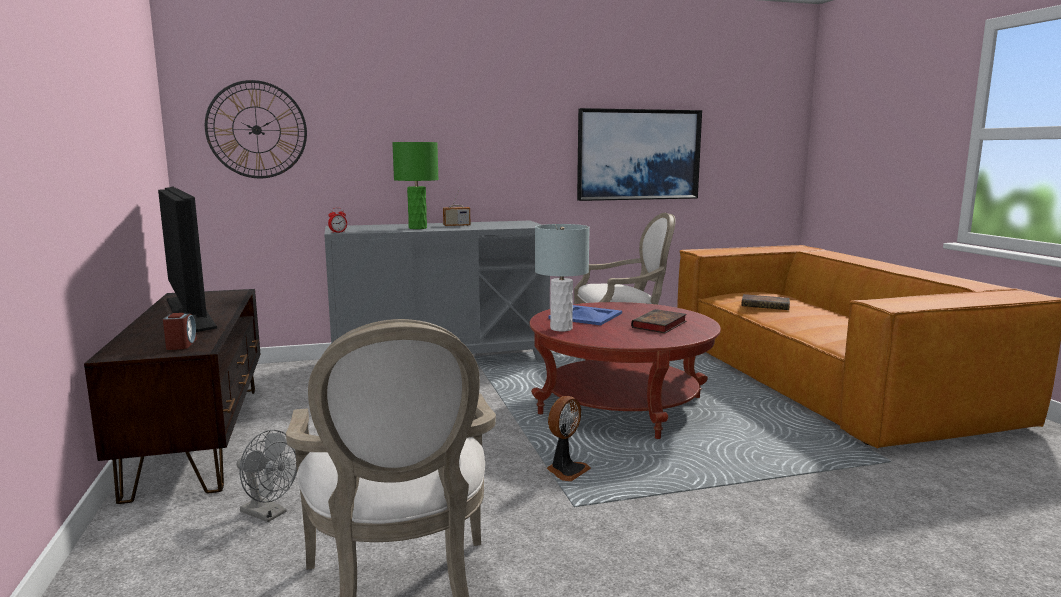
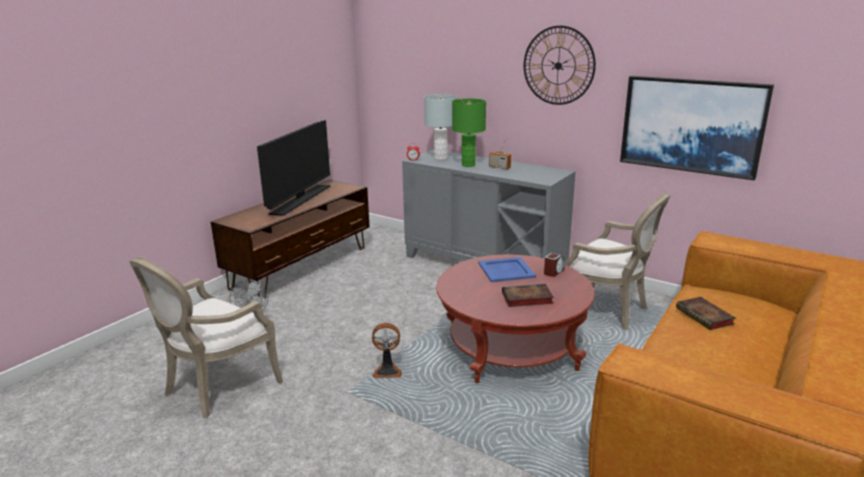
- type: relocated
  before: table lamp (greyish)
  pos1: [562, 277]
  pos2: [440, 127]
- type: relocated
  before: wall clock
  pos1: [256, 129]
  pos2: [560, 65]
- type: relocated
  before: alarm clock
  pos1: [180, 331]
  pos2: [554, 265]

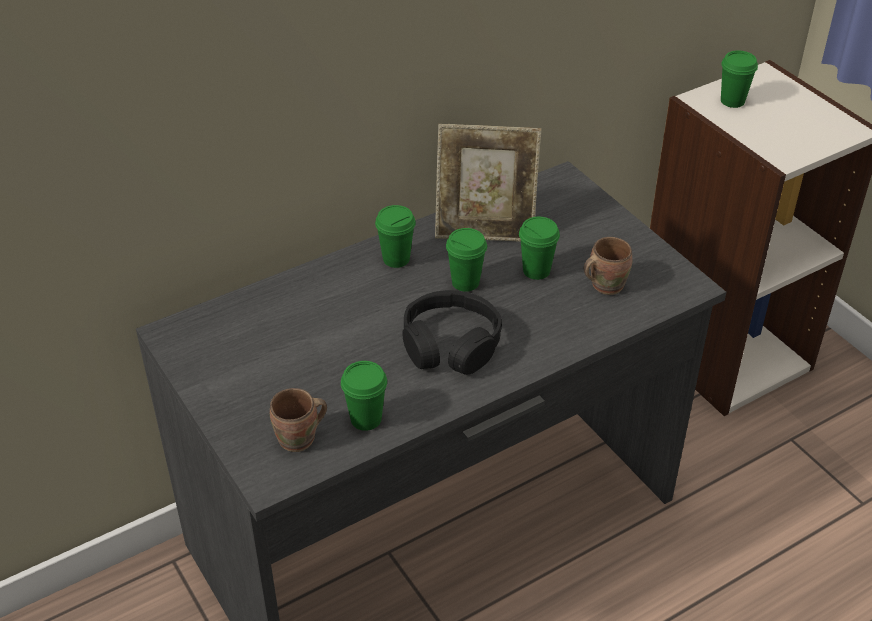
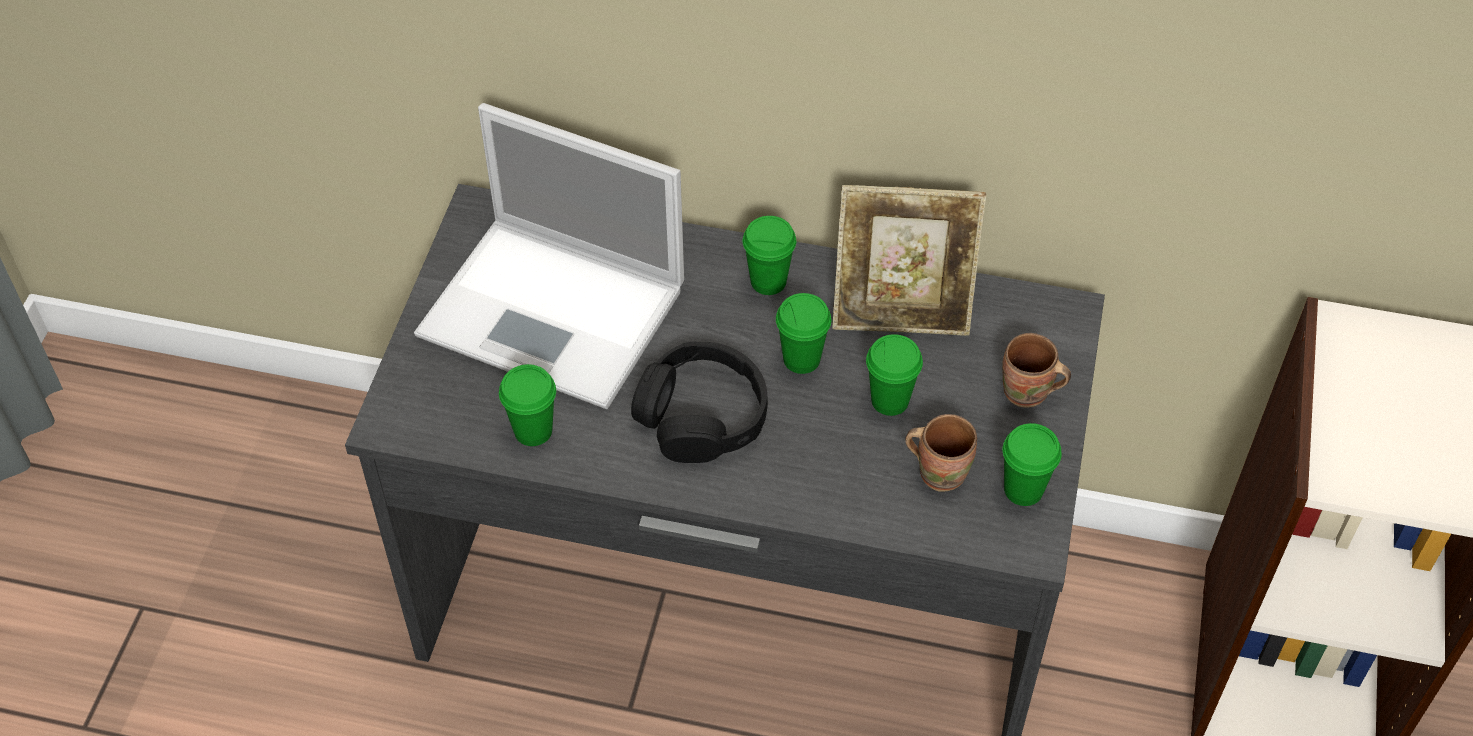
- type: appeared
  after: laptop
  pos2: [549, 256]
- type: spun
  before: standing frame
  pos1: [488, 183]
  pos2: [909, 260]
  turn: -45
- type: relocated
  before: coffee mug (brown-coloured)
  pos1: [298, 420]
  pos2: [1036, 370]
- type: relocated
  before: small cup (greenish)
  pos1: [739, 79]
  pos2: [1032, 464]

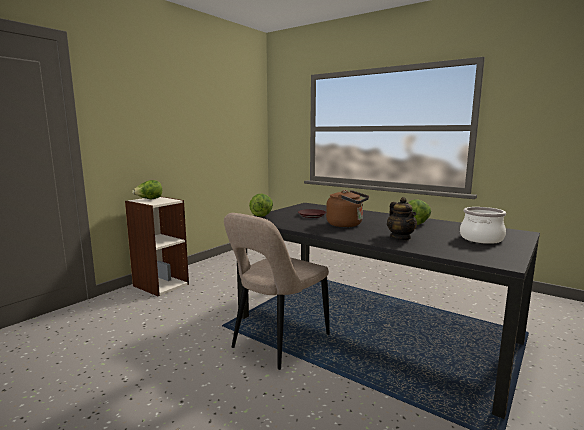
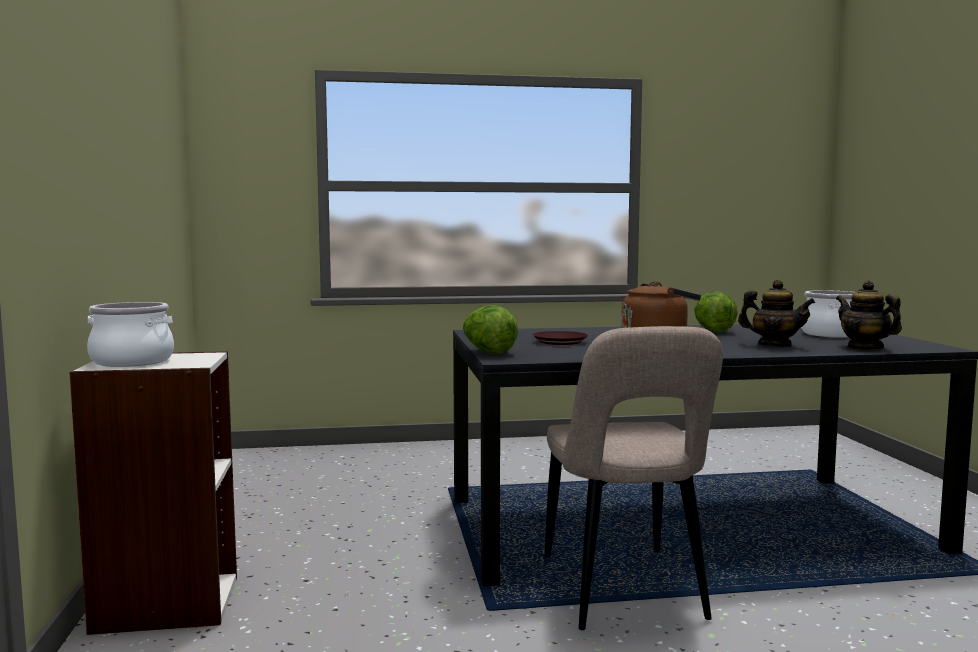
- type: exchanged
  before: head of lettuce
  after: saucepot
  pos1: [147, 189]
  pos2: [130, 334]
- type: appeared
  after: pot for tea
  pos2: [869, 315]

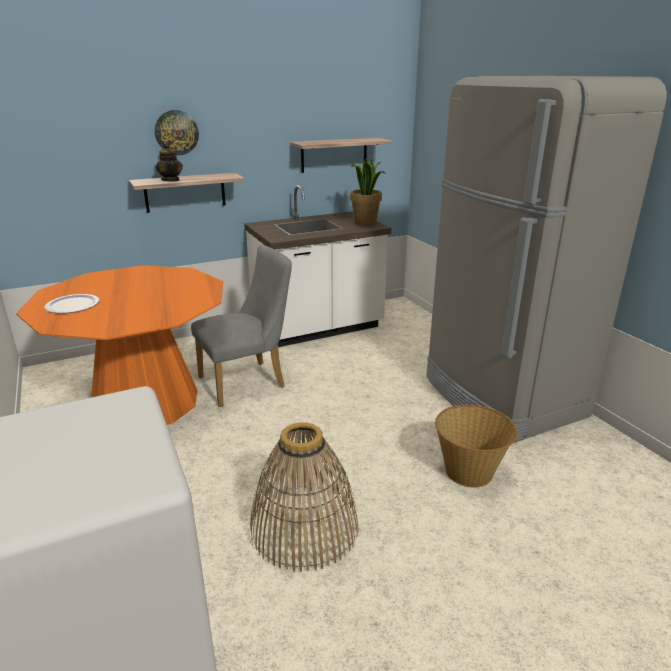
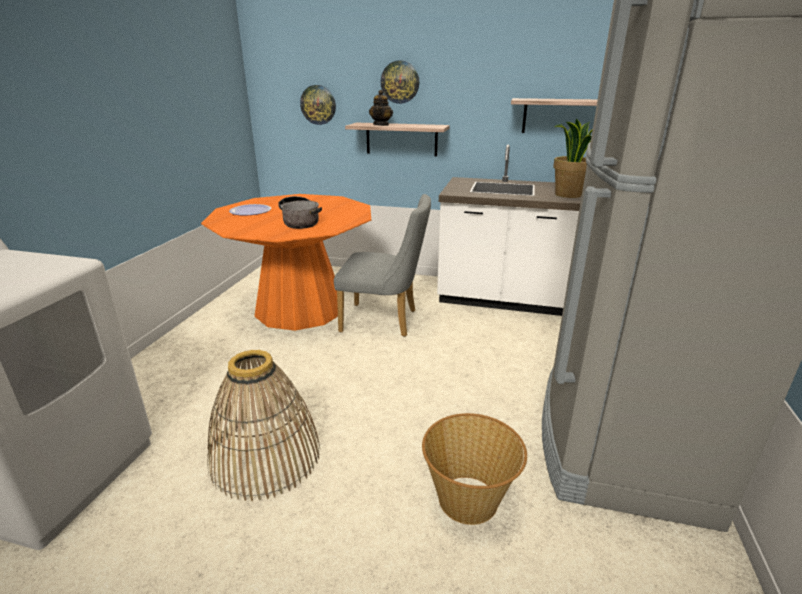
- type: appeared
  after: saucepot
  pos2: [300, 212]
- type: appeared
  after: wall clock
  pos2: [318, 105]

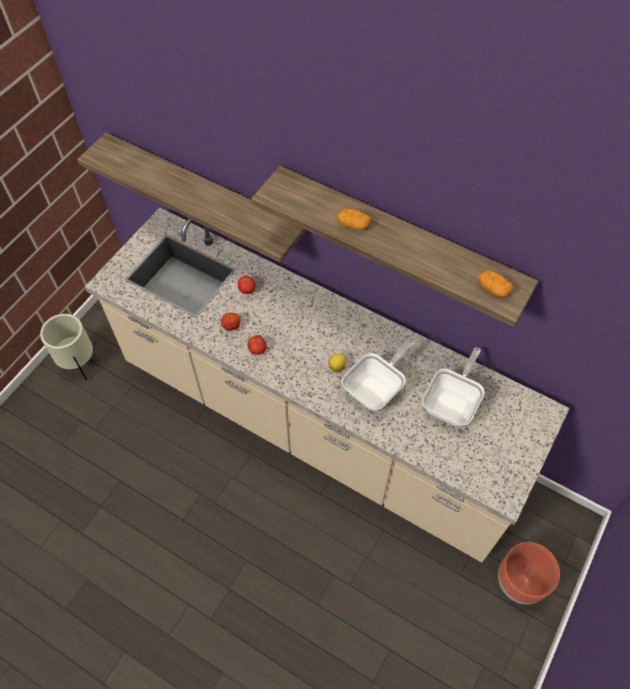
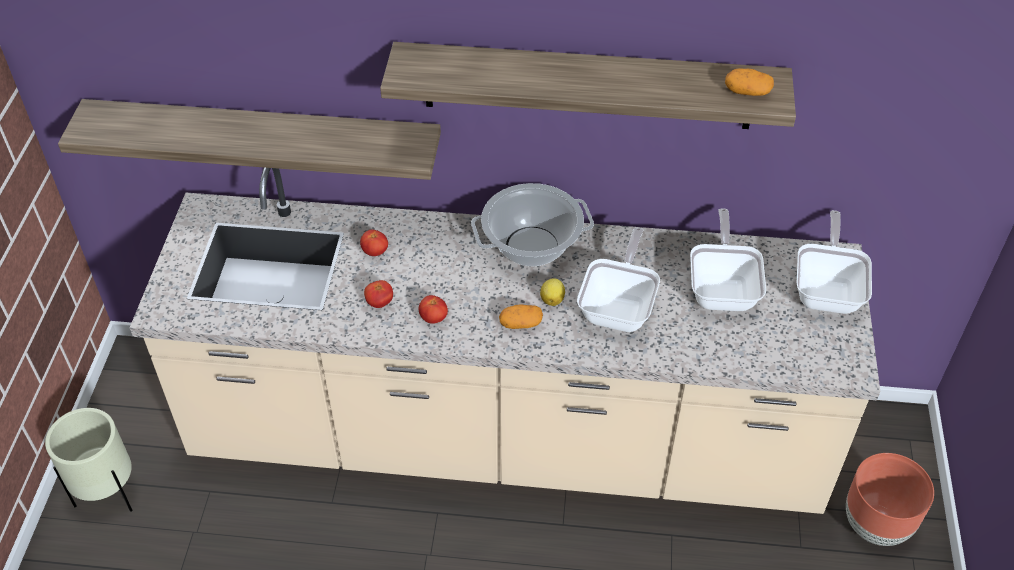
- type: appeared
  after: saucepot
  pos2: [532, 224]
- type: relocated
  before: spud
  pos1: [354, 219]
  pos2: [521, 316]
- type: appeared
  after: frying pan
  pos2: [834, 262]

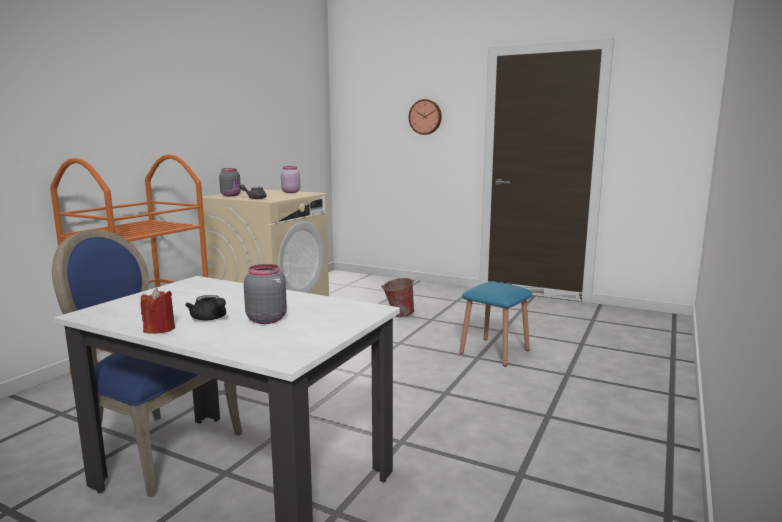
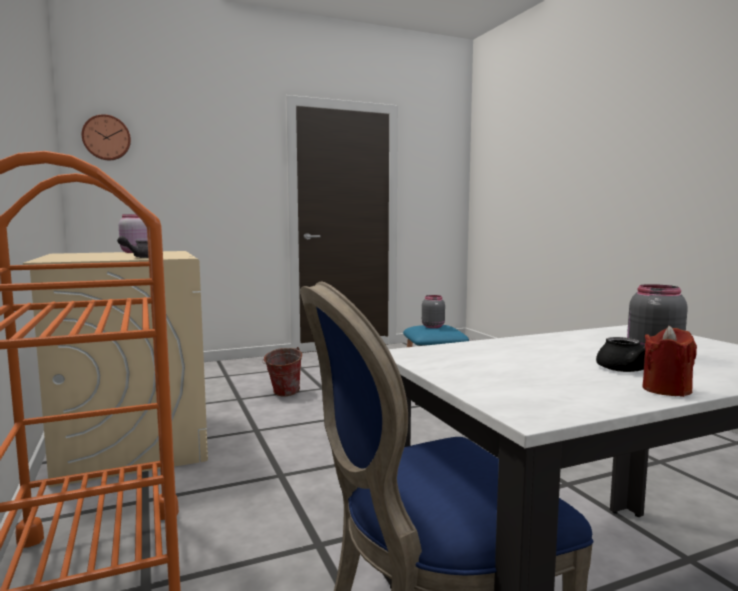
- type: relocated
  before: wall clock
  pos1: [425, 117]
  pos2: [106, 137]
- type: relocated
  before: preserve jar (greyish)
  pos1: [230, 182]
  pos2: [433, 311]

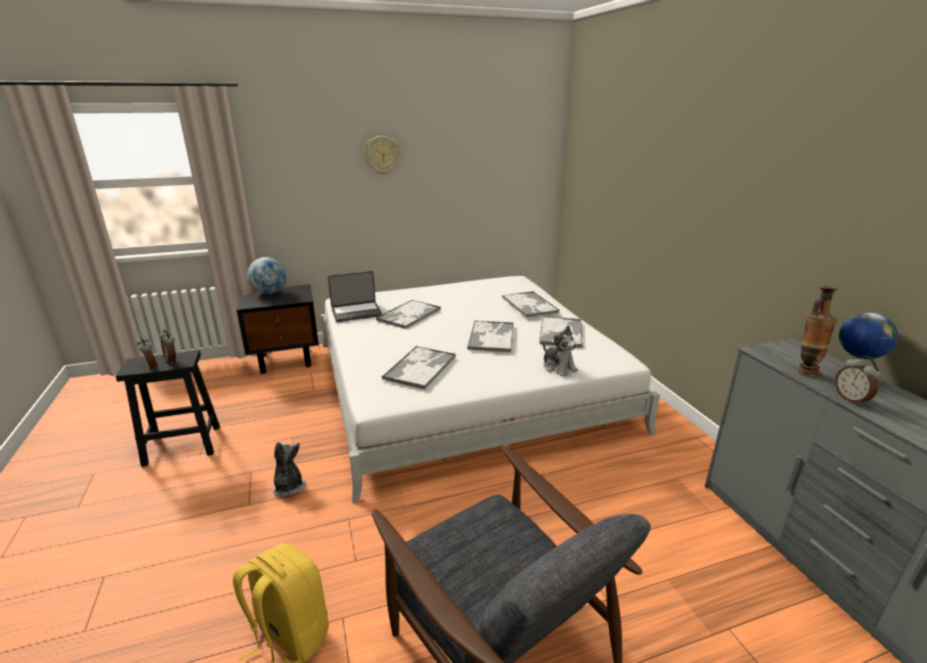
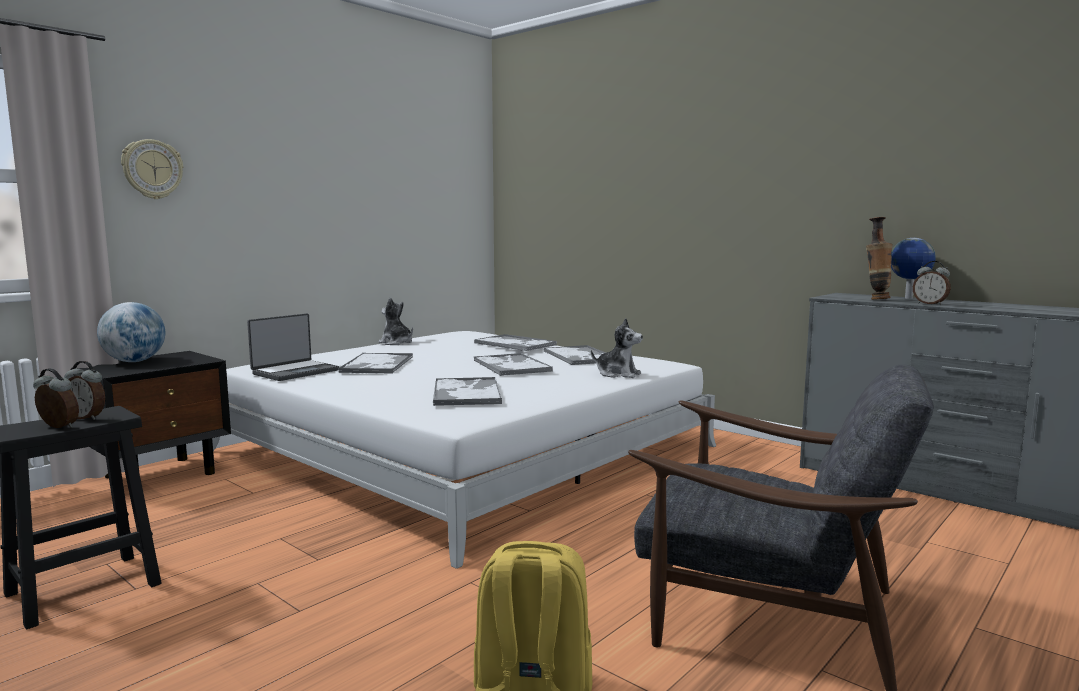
- type: relocated
  before: wall clock
  pos1: [382, 155]
  pos2: [152, 169]
- type: relocated
  before: plush toy
  pos1: [289, 469]
  pos2: [395, 321]

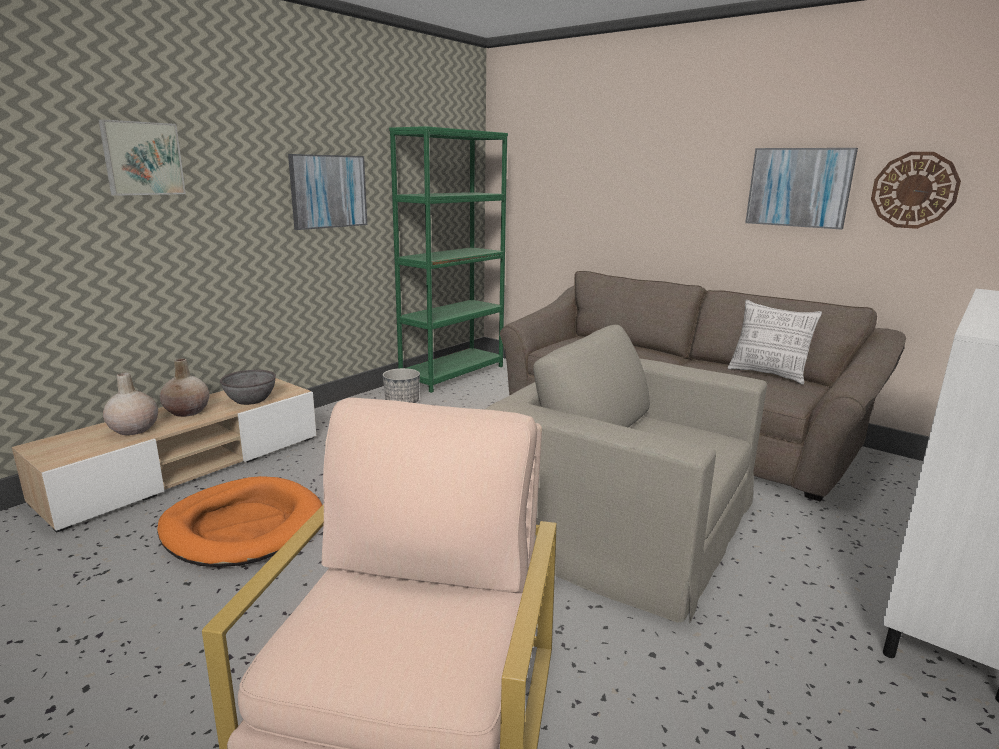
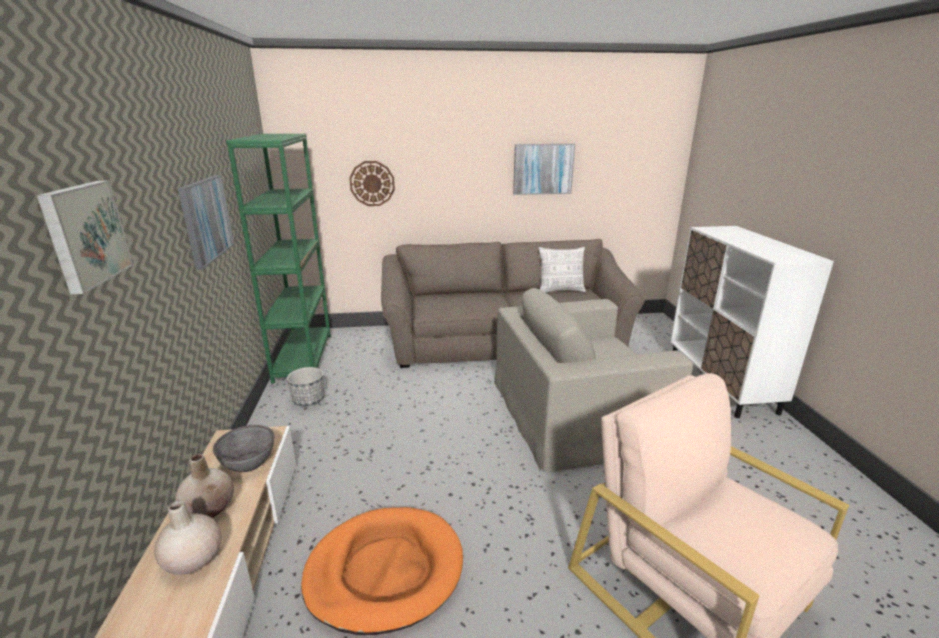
- type: relocated
  before: wall clock
  pos1: [916, 190]
  pos2: [372, 183]

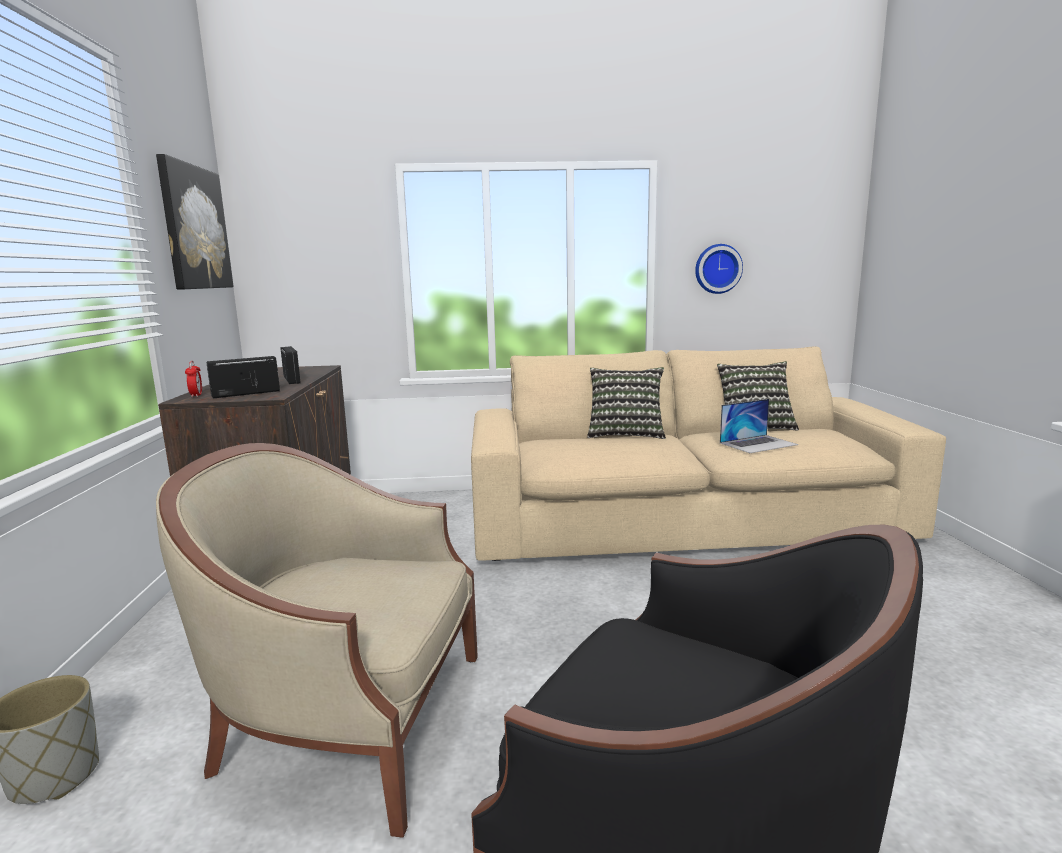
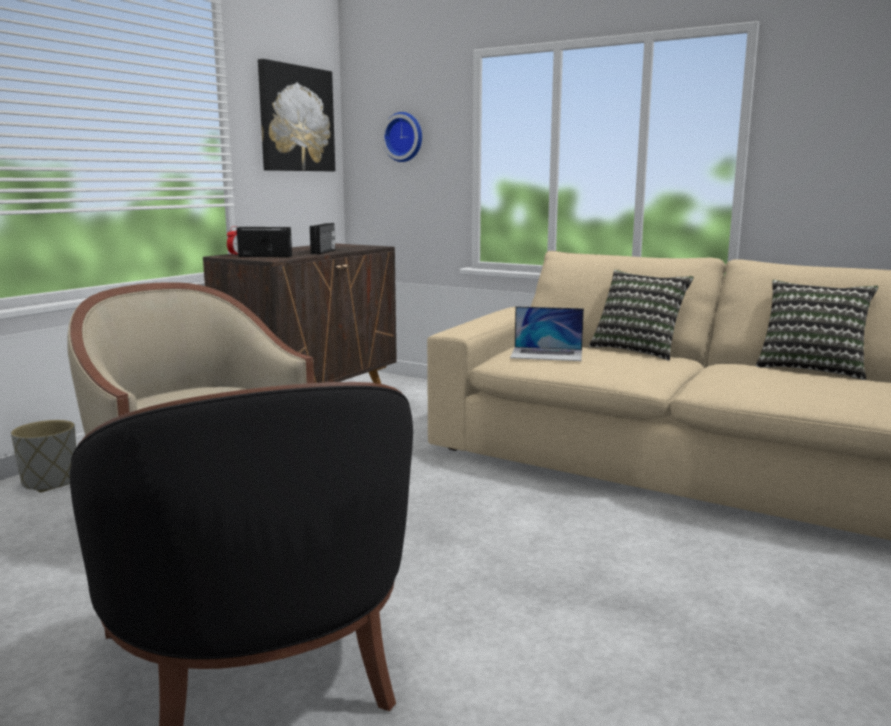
- type: relocated
  before: wall clock
  pos1: [719, 269]
  pos2: [402, 137]
- type: relocated
  before: laptop
  pos1: [759, 426]
  pos2: [547, 333]

